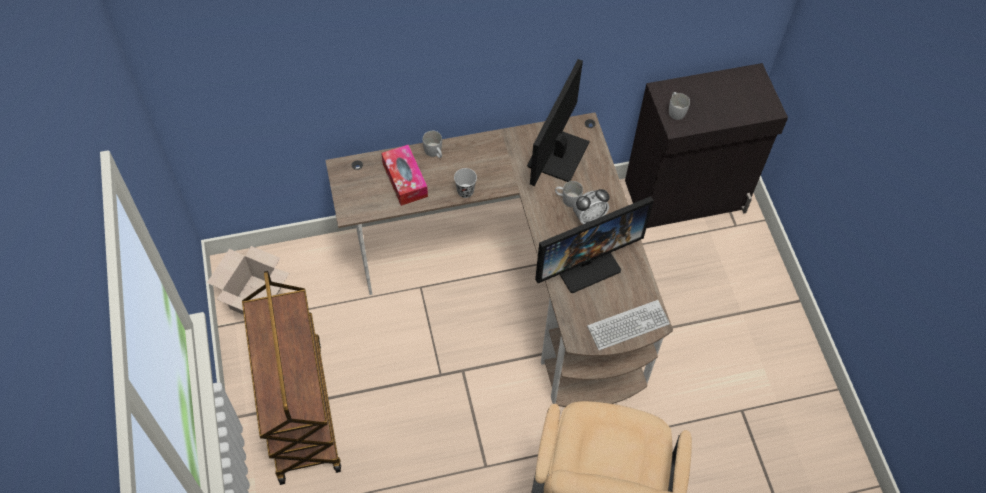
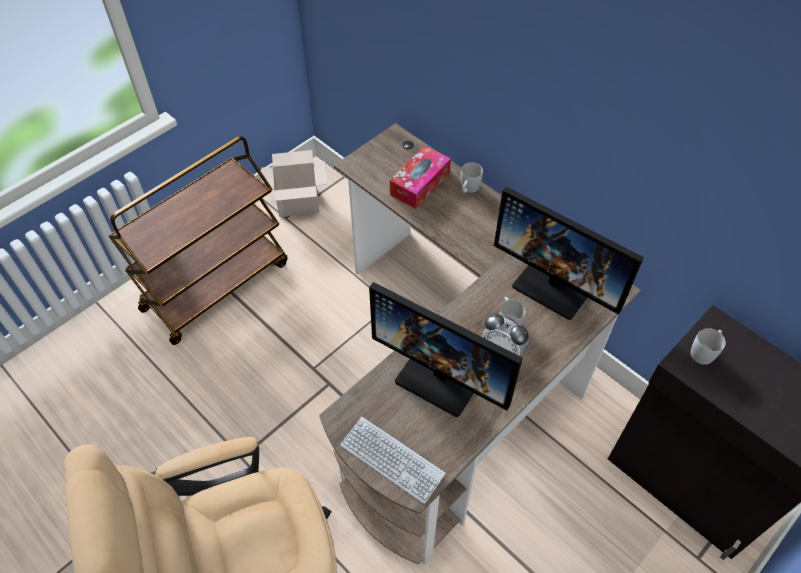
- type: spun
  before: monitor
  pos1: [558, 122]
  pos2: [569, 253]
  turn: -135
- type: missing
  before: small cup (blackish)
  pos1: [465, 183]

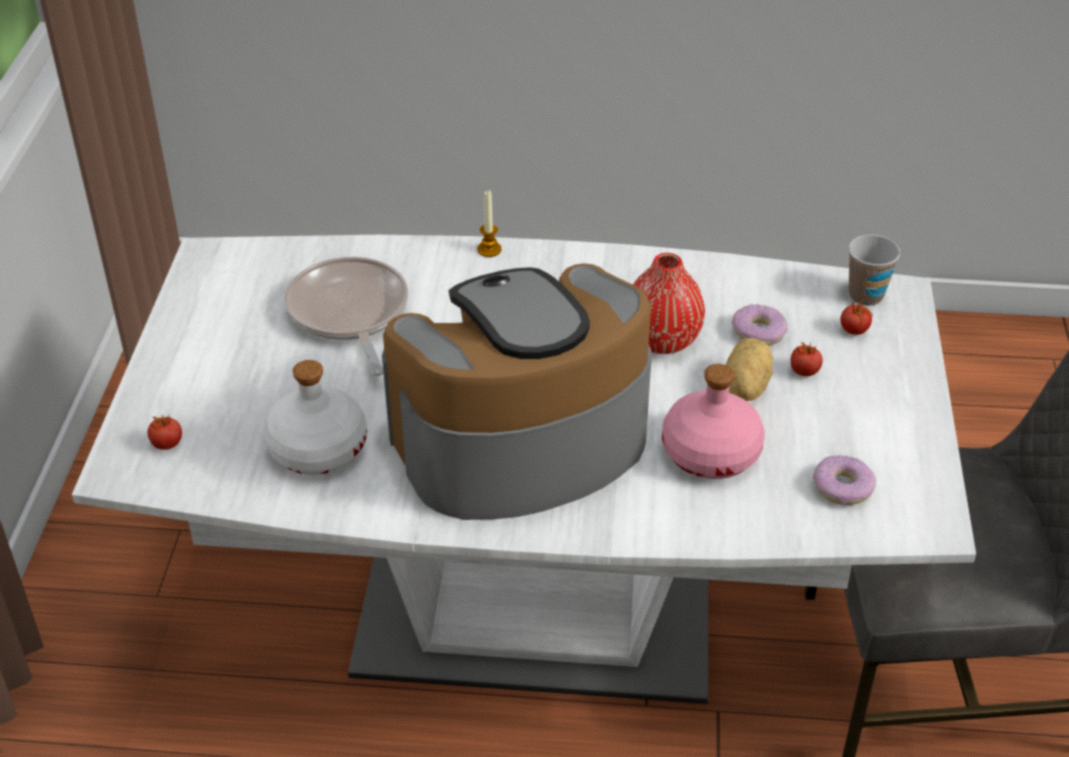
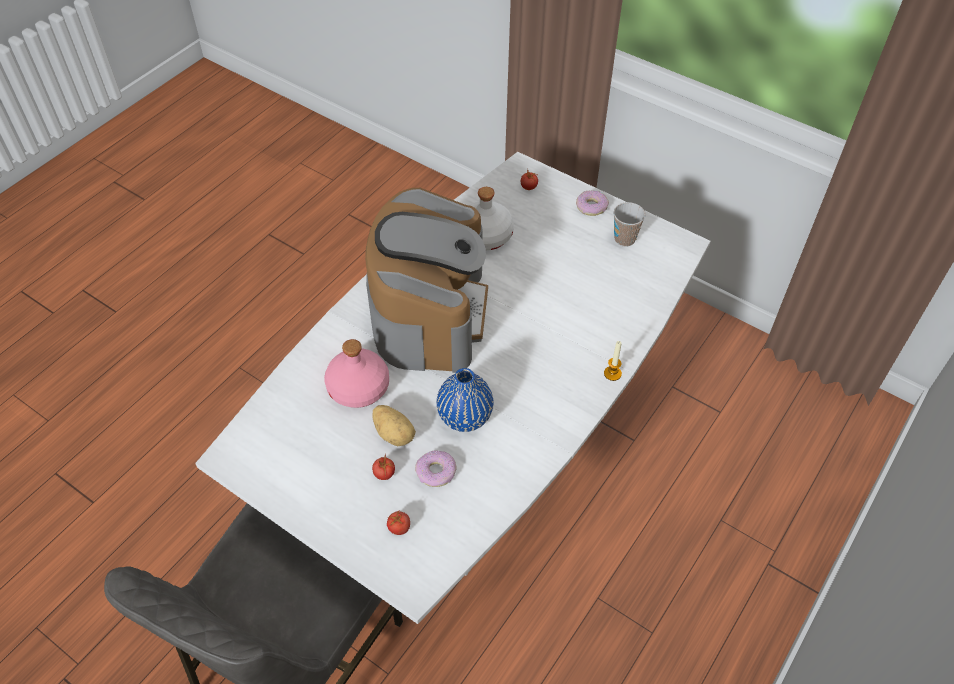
- type: colour
  before: flower vase (red-coloured)
  after: flower vase (blue-coloured)
  pos1: [669, 303]
  pos2: [465, 400]
- type: relocated
  before: ring doughnut
  pos1: [844, 480]
  pos2: [592, 203]
- type: relocated
  before: small cup
  pos1: [874, 270]
  pos2: [630, 224]
- type: missing
  before: frying pan
  pos1: [346, 316]

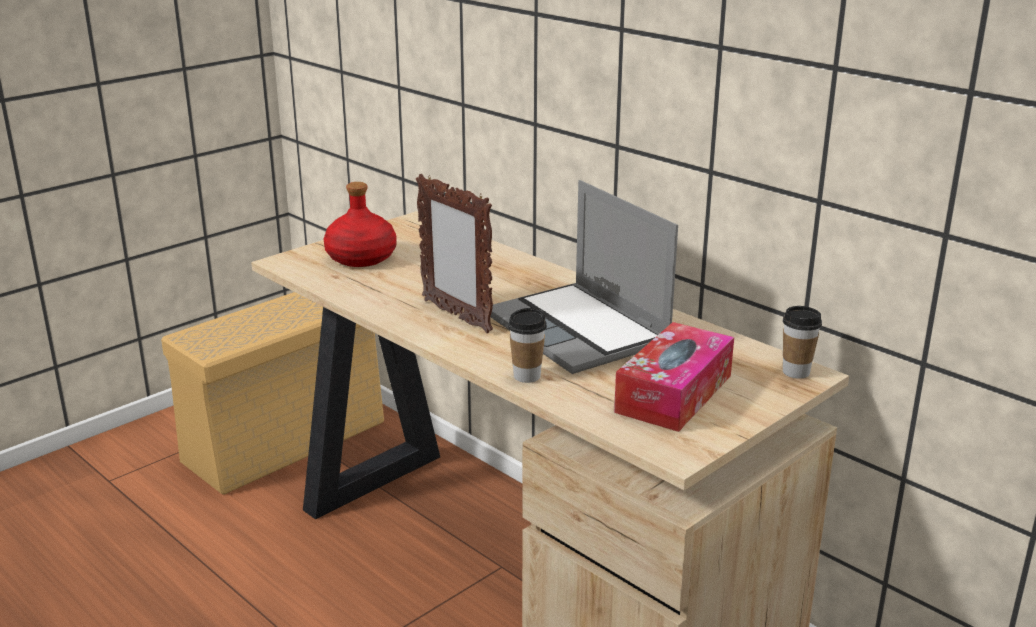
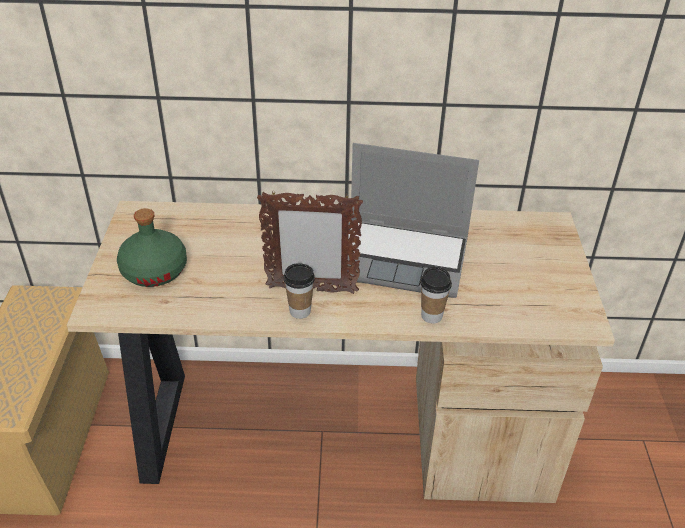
- type: colour
  before: bottle (red-coloured)
  after: bottle (greenish)
  pos1: [360, 224]
  pos2: [152, 247]
- type: relocated
  before: small cup
  pos1: [802, 342]
  pos2: [299, 291]
- type: missing
  before: box of tissues
  pos1: [674, 377]

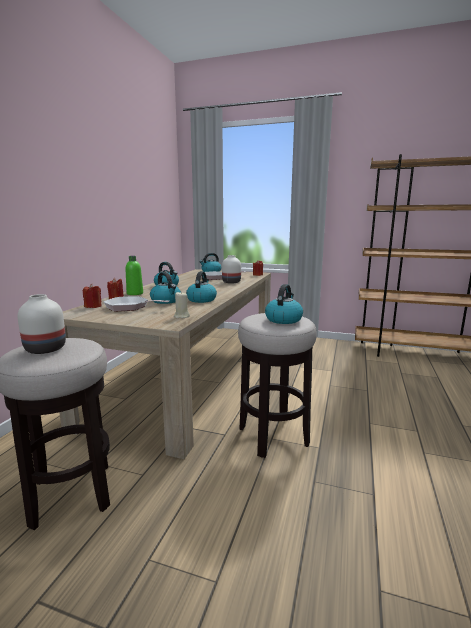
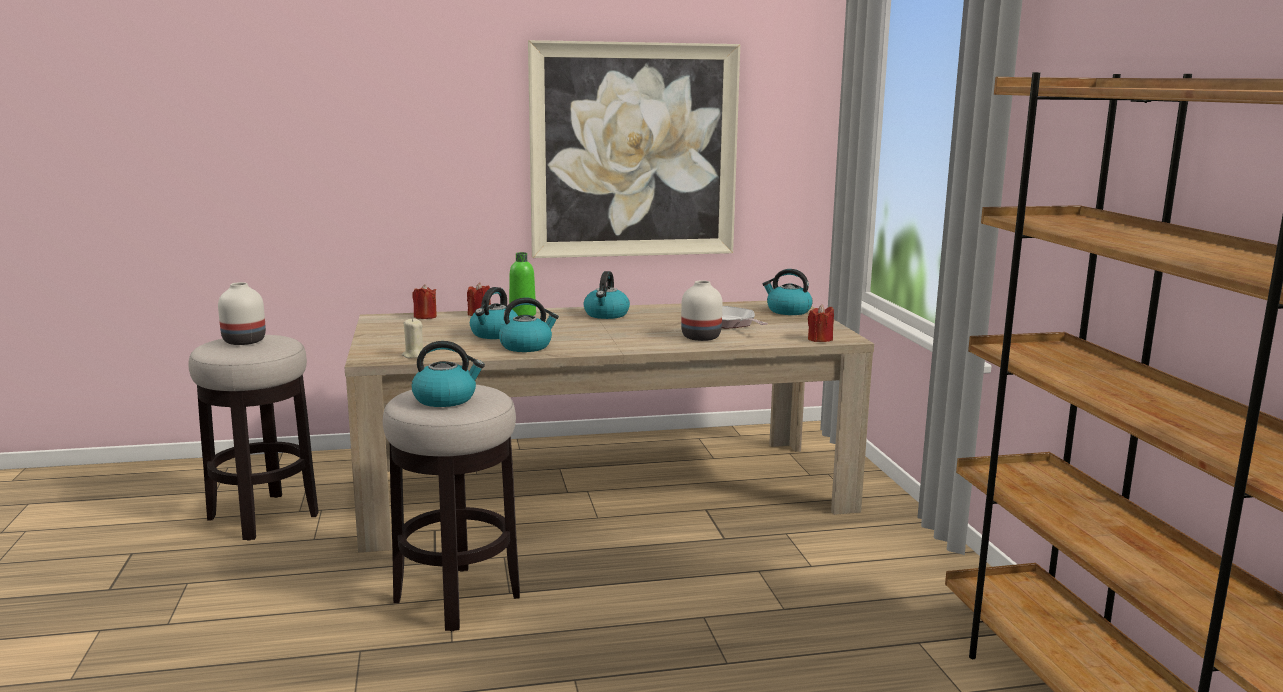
- type: appeared
  after: wall art
  pos2: [634, 149]
- type: missing
  before: frying pan
  pos1: [136, 303]

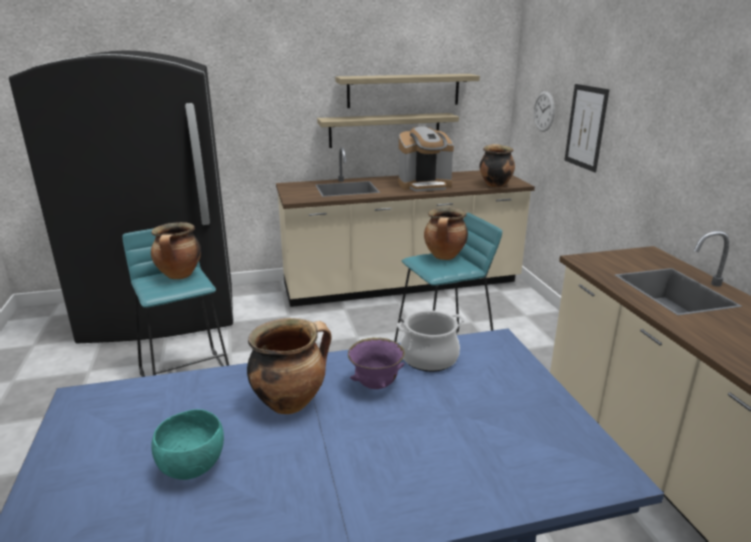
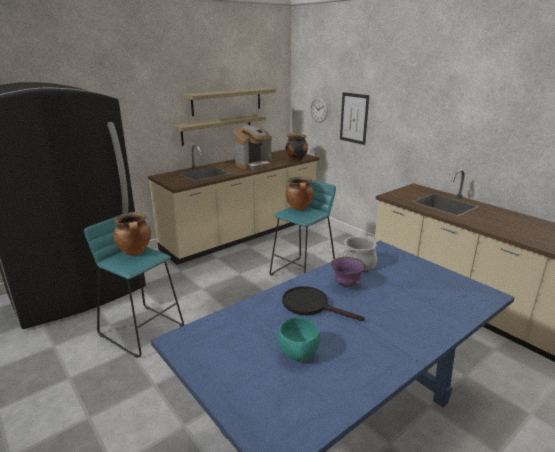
- type: exchanged
  before: saucepot
  after: frying pan (blackish)
  pos1: [289, 366]
  pos2: [323, 303]

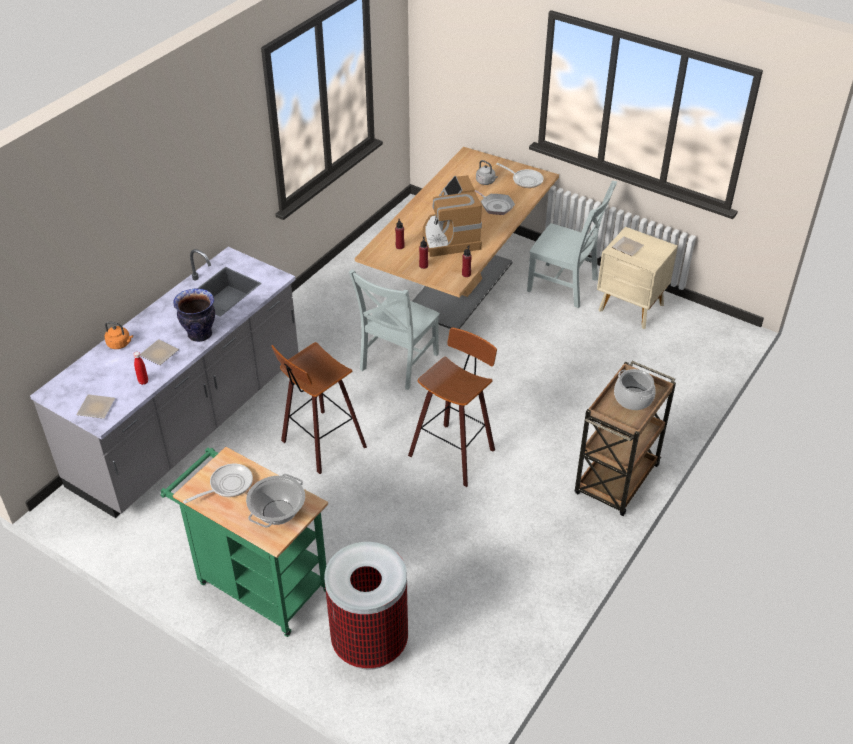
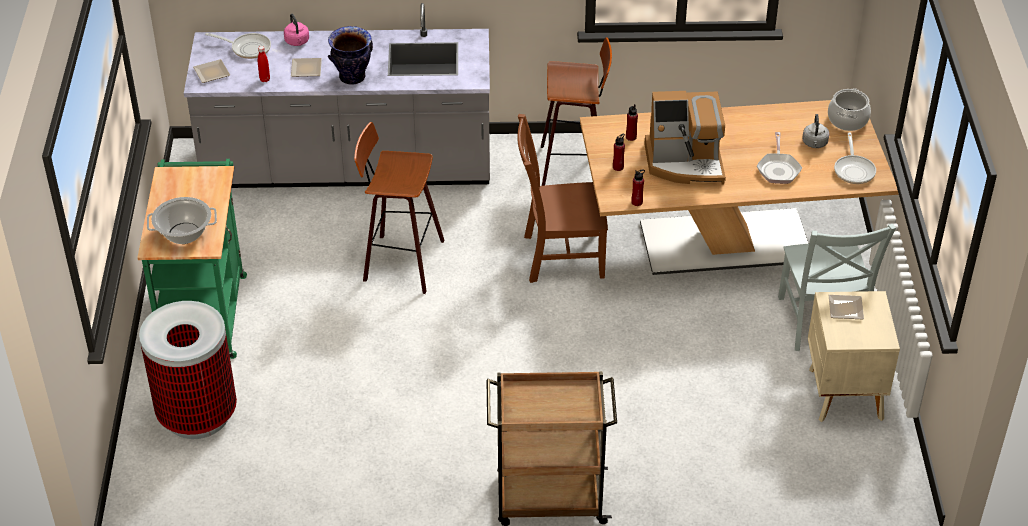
- type: relocated
  before: frying pan
  pos1: [218, 484]
  pos2: [238, 46]
- type: colour
  before: tea kettle (orange)
  after: tea kettle (pink)
  pos1: [119, 335]
  pos2: [296, 30]
- type: colour
  before: plain chair (greyish)
  after: plain chair (brown-coloured)
  pos1: [394, 329]
  pos2: [562, 198]
- type: relocated
  before: stool seat
  pos1: [452, 407]
  pos2: [576, 112]
- type: spun
  before: coffee maker
  pos1: [452, 216]
  pos2: [685, 138]
  turn: -135
- type: relocated
  before: saucepot
  pos1: [635, 389]
  pos2: [849, 109]

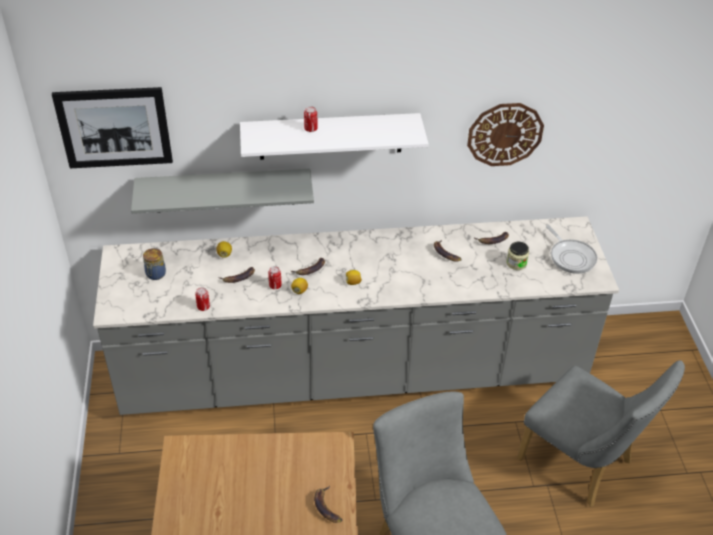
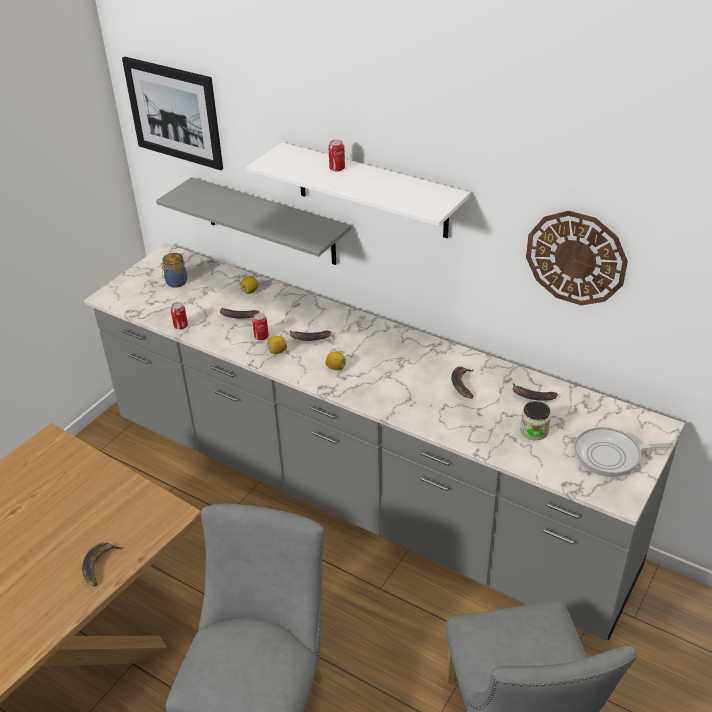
- type: spun
  before: frying pan
  pos1: [571, 249]
  pos2: [624, 452]
  turn: 75

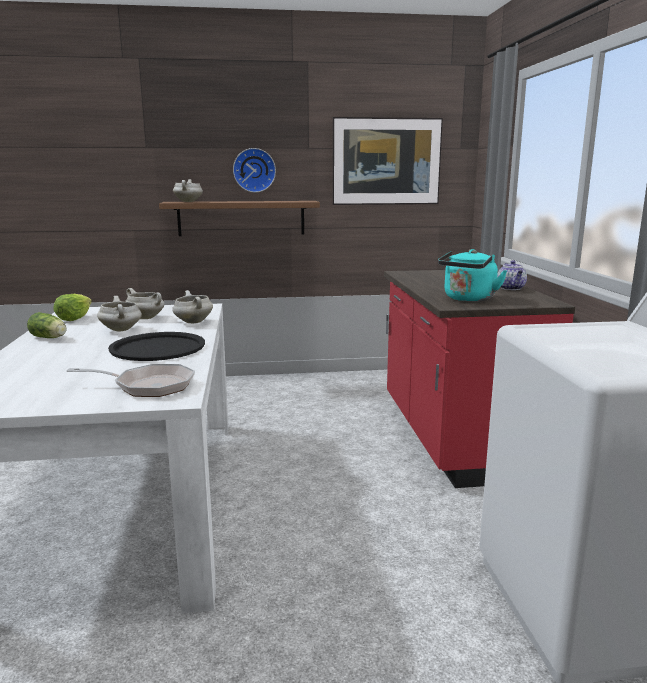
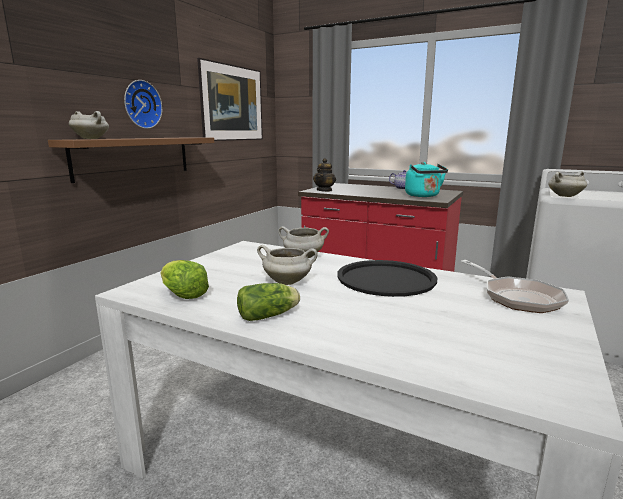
- type: appeared
  after: pot for tea
  pos2: [324, 175]
- type: spun
  before: frying pan
  pos1: [130, 380]
  pos2: [514, 286]
  turn: 120
- type: relocated
  before: saucepot (whitish)
  pos1: [145, 303]
  pos2: [567, 184]

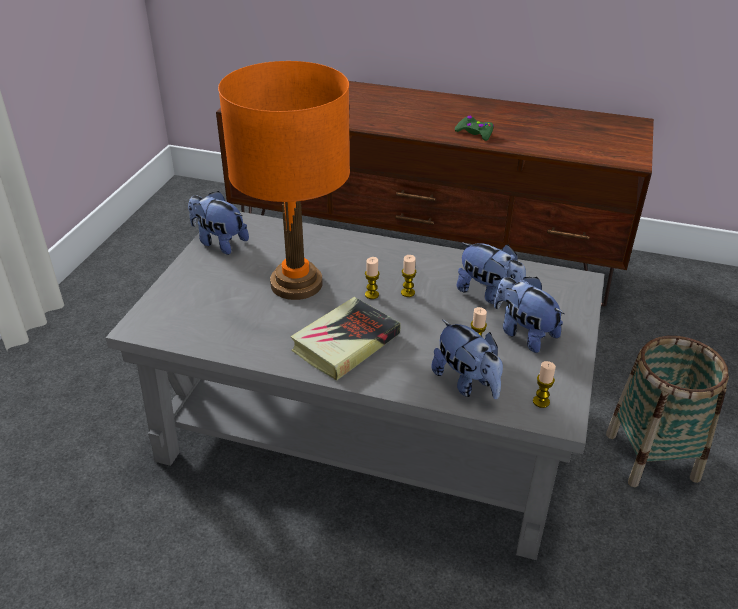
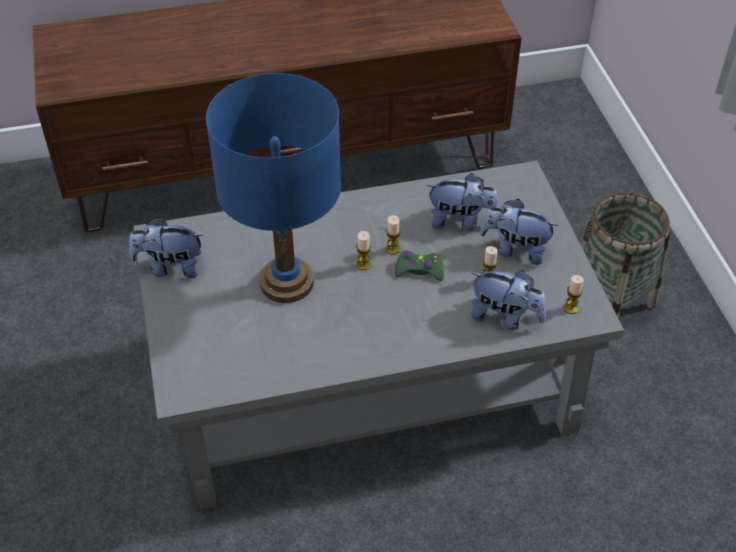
- type: colour
  before: table lamp (orange)
  after: table lamp (blue-coloured)
  pos1: [284, 180]
  pos2: [273, 188]
- type: relocated
  before: joypad (greenish)
  pos1: [474, 128]
  pos2: [419, 266]
- type: missing
  before: book
  pos1: [345, 339]

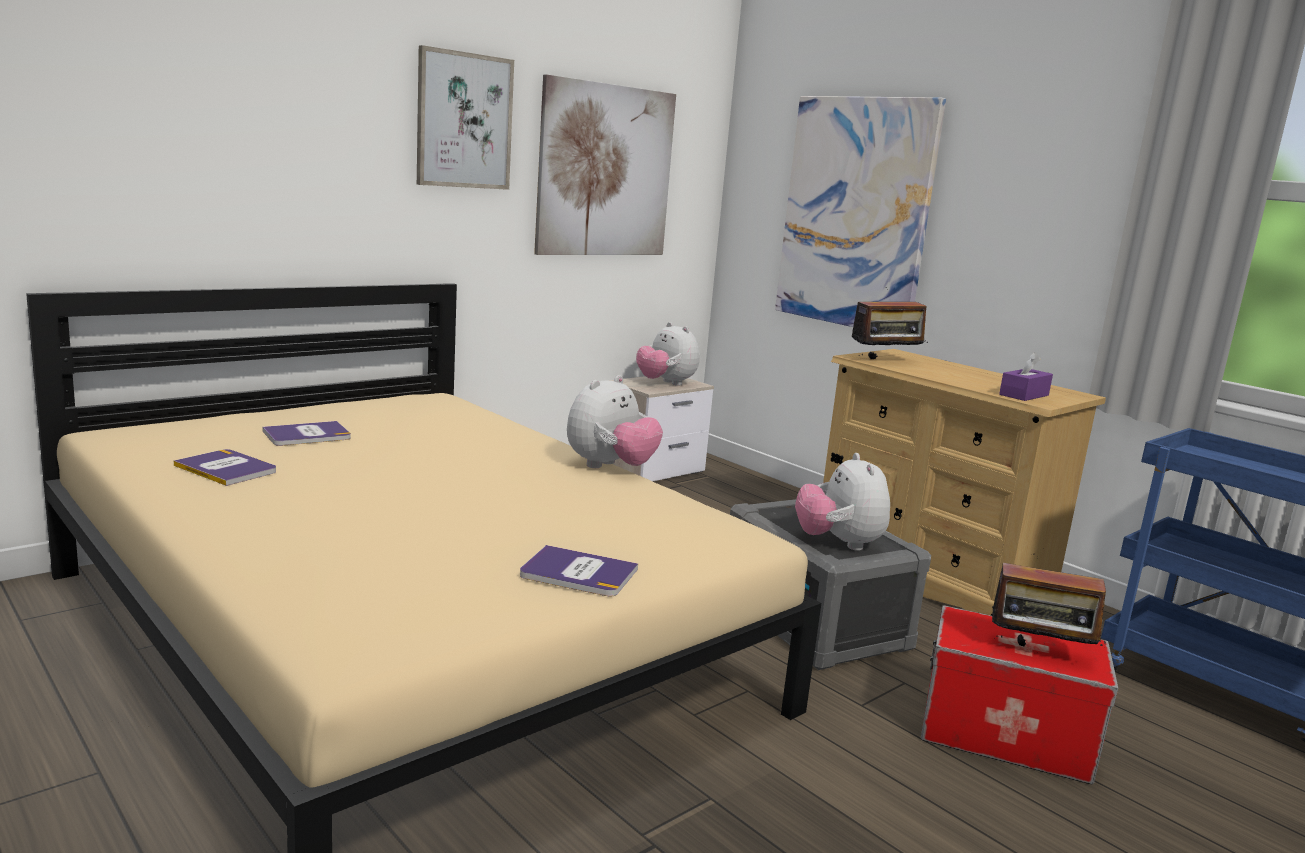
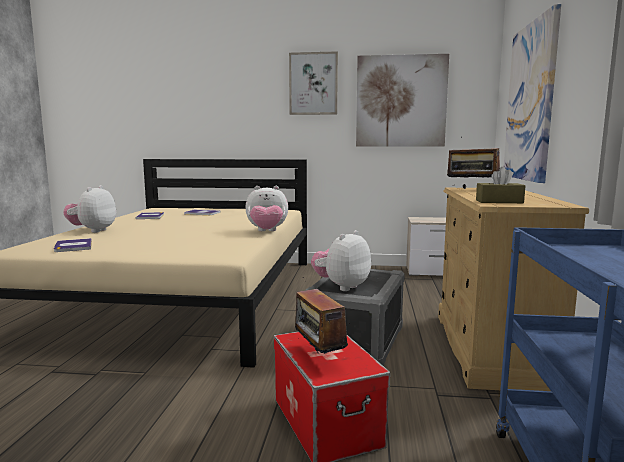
- type: relocated
  before: book
  pos1: [579, 570]
  pos2: [73, 245]
- type: relocated
  before: plush toy
  pos1: [668, 354]
  pos2: [89, 209]
- type: colour
  before: box of tissues (purplish)
  after: box of tissues (brown-coloured)
  pos1: [1026, 376]
  pos2: [501, 185]

